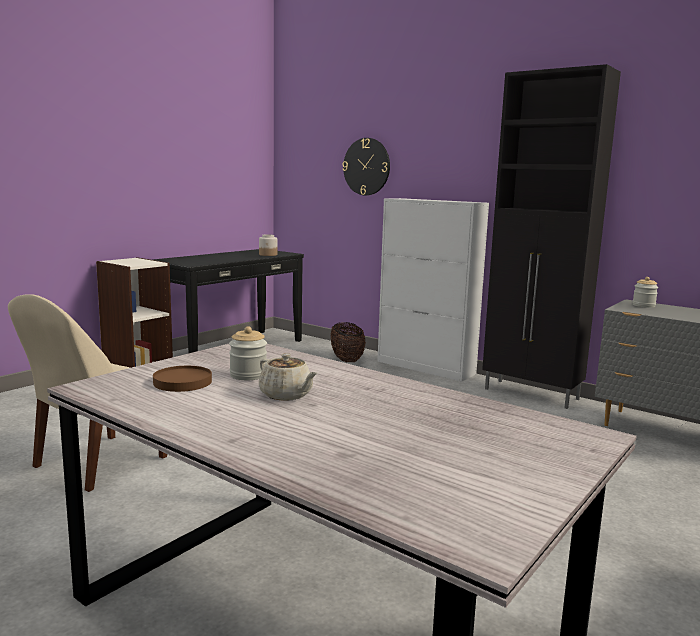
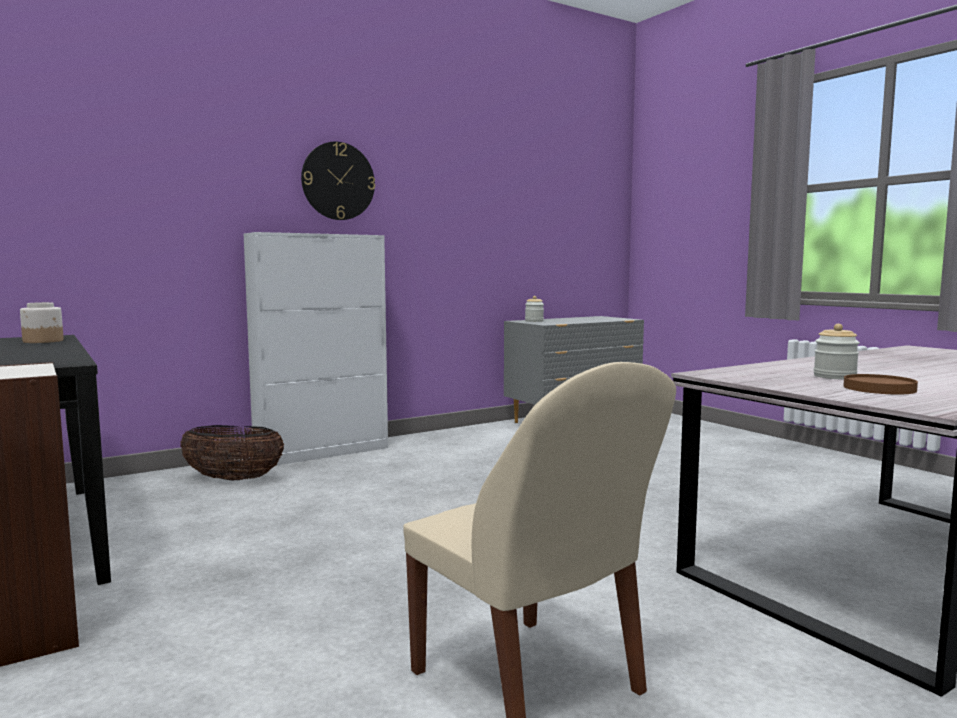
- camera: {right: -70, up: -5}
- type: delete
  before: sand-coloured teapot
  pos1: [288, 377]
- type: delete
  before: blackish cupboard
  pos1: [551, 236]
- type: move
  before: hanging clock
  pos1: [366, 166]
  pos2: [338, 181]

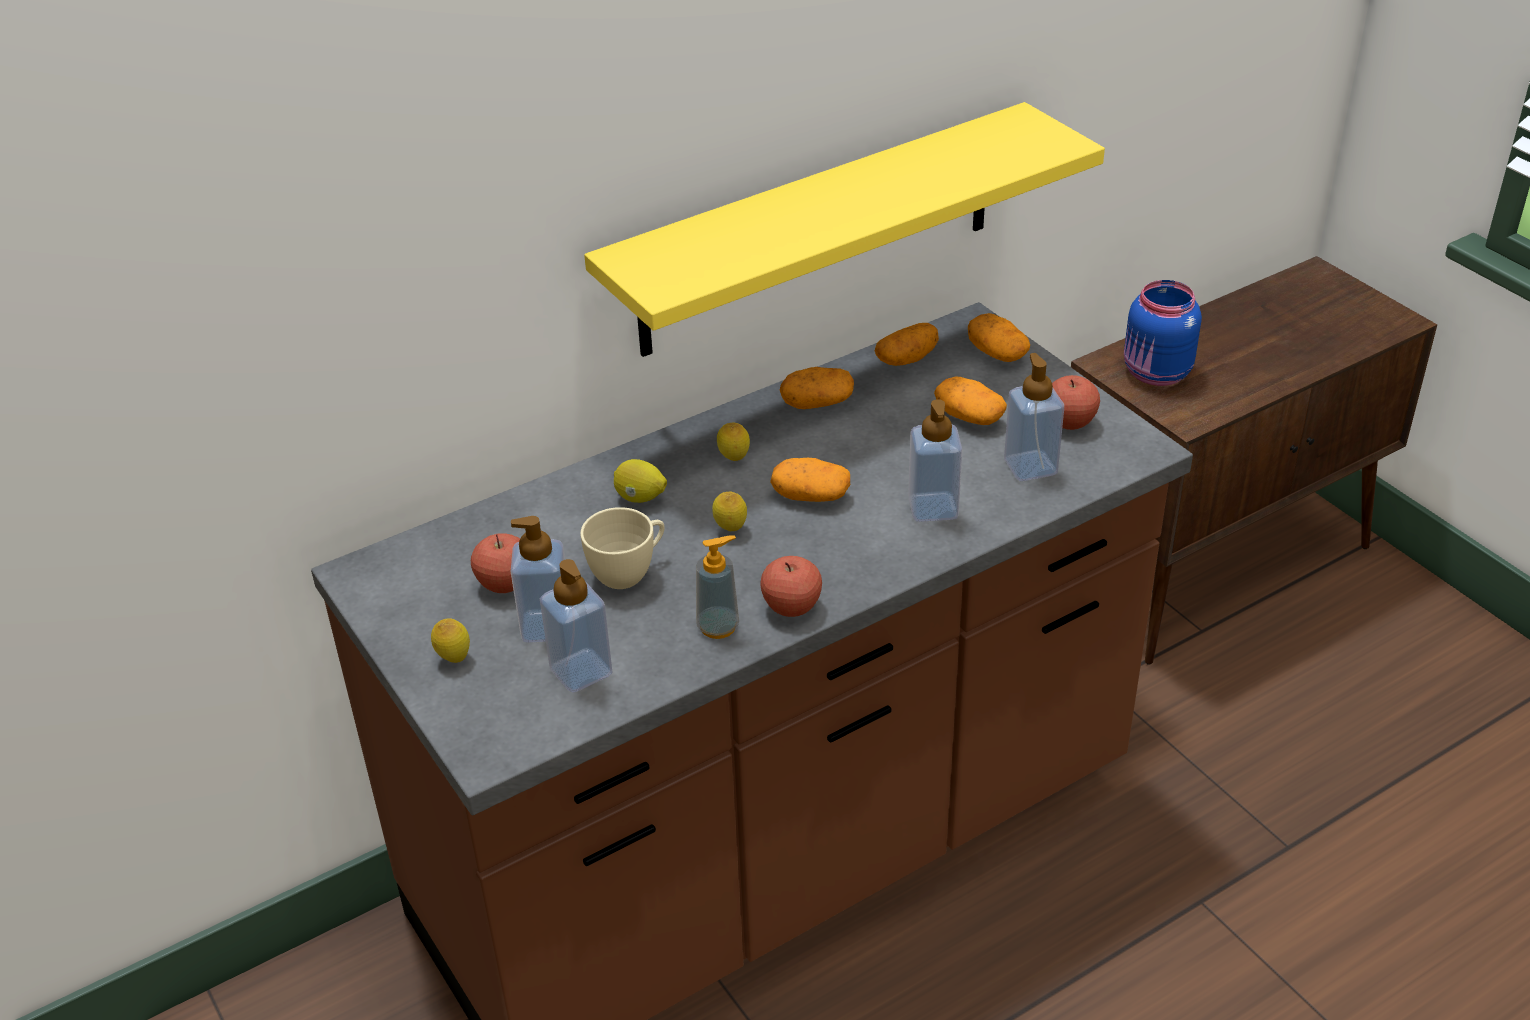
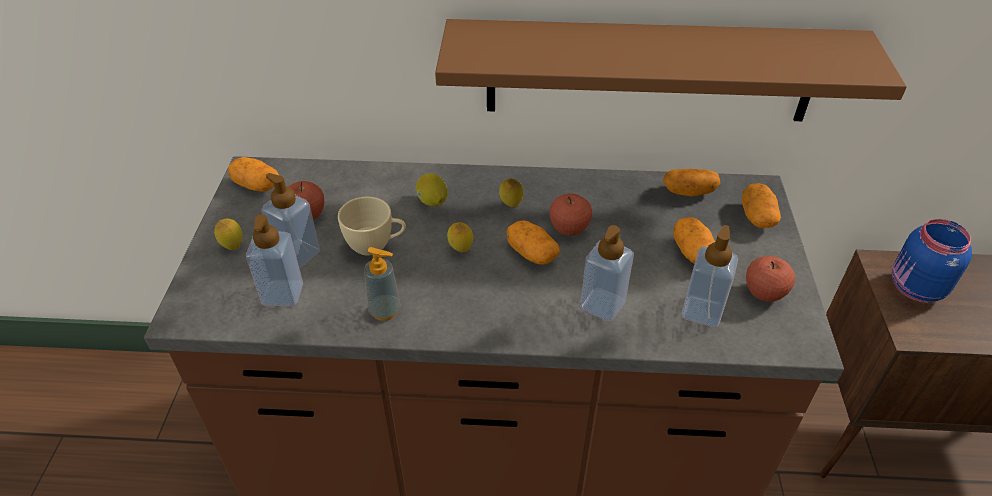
- camera: {right: 35, up: 5}
- type: move
  before: whole apple
  pos1: [791, 586]
  pos2: [570, 215]
- type: move
  before: whole potato
  pos1: [817, 388]
  pos2: [253, 174]
- type: recolor
  before: yellow-coloured wall shelf
  after: brown-coloured wall shelf
  pos1: [844, 229]
  pos2: [671, 70]

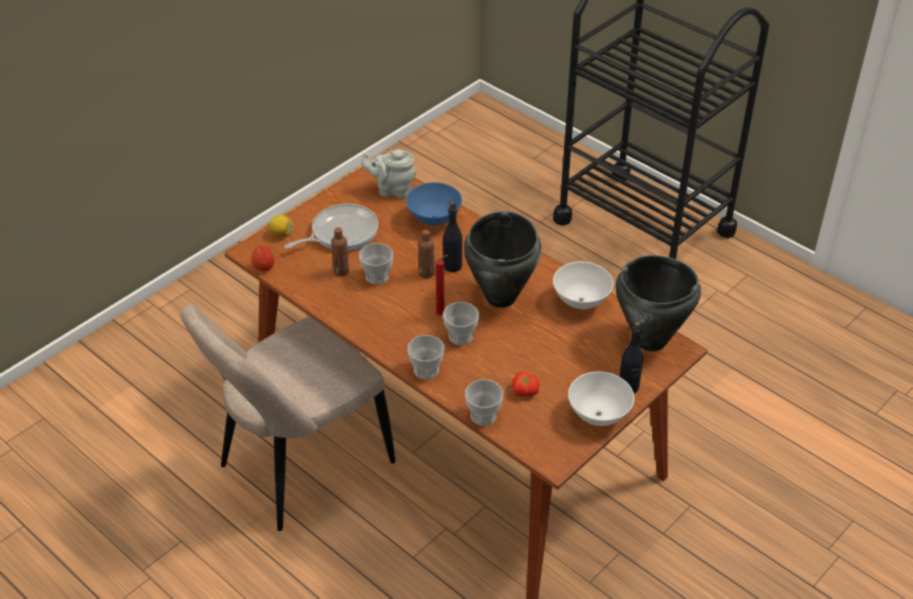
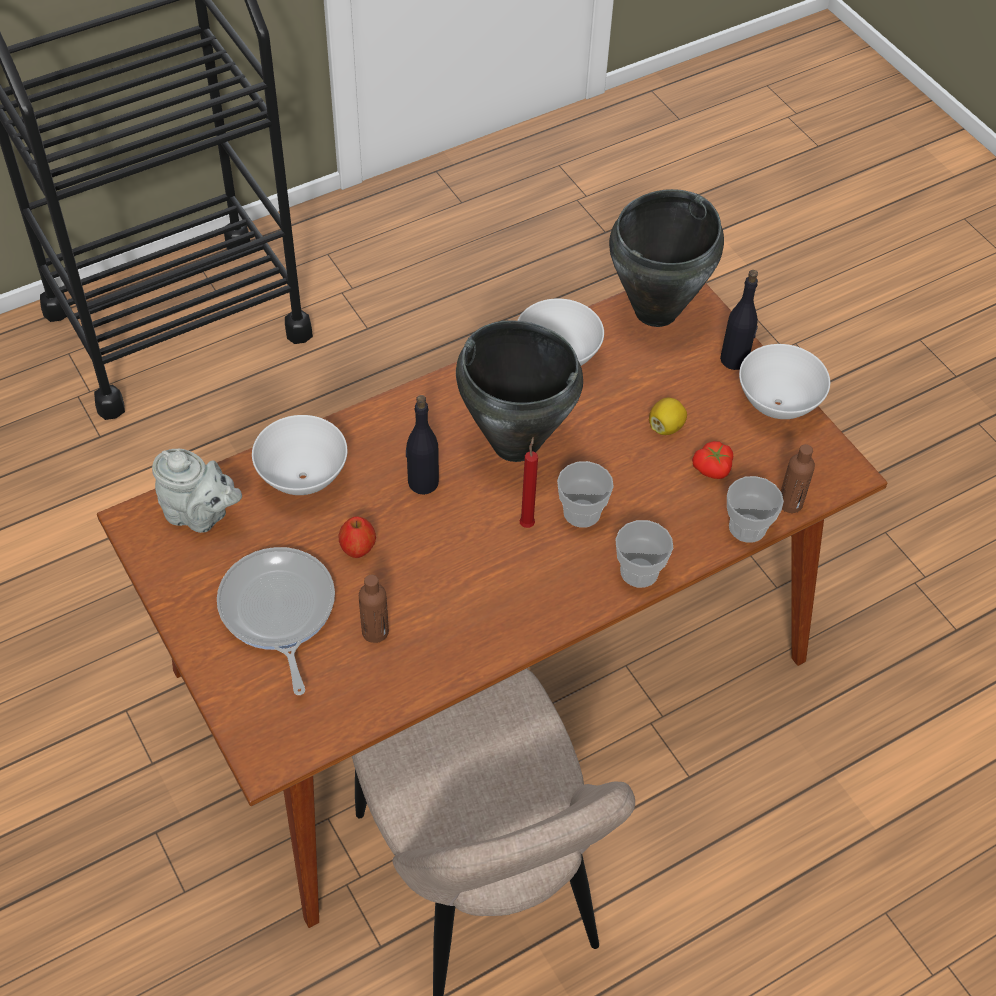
- camera: {right: -75, up: 10}
- type: delete
  before: drinking cup
  pos1: [376, 264]
- type: move
  before: whole apple
  pos1: [262, 258]
  pos2: [357, 537]
- type: move
  before: whole lemon
  pos1: [281, 226]
  pos2: [668, 416]
- type: move
  before: brown-coloured beverage bottle
  pos1: [426, 254]
  pos2: [798, 478]
- type: recolor
  before: blue-coloured deep dish
  after: whitish deep dish
  pos1: [434, 203]
  pos2: [299, 455]
- type: rotate
  before: gray teapot
  pos1: [388, 174]
  pos2: [197, 491]
  turn: -90

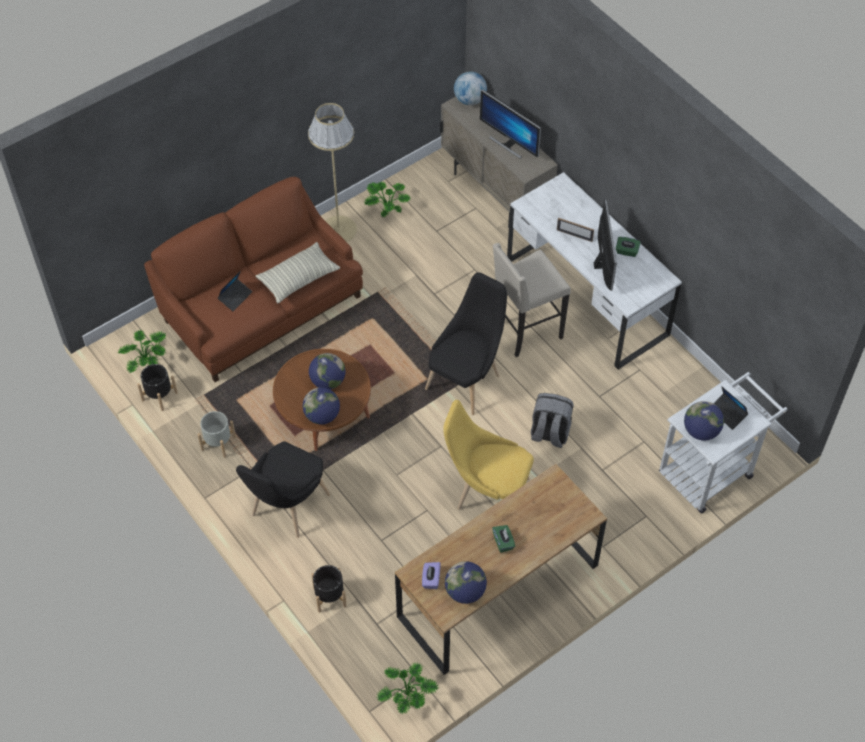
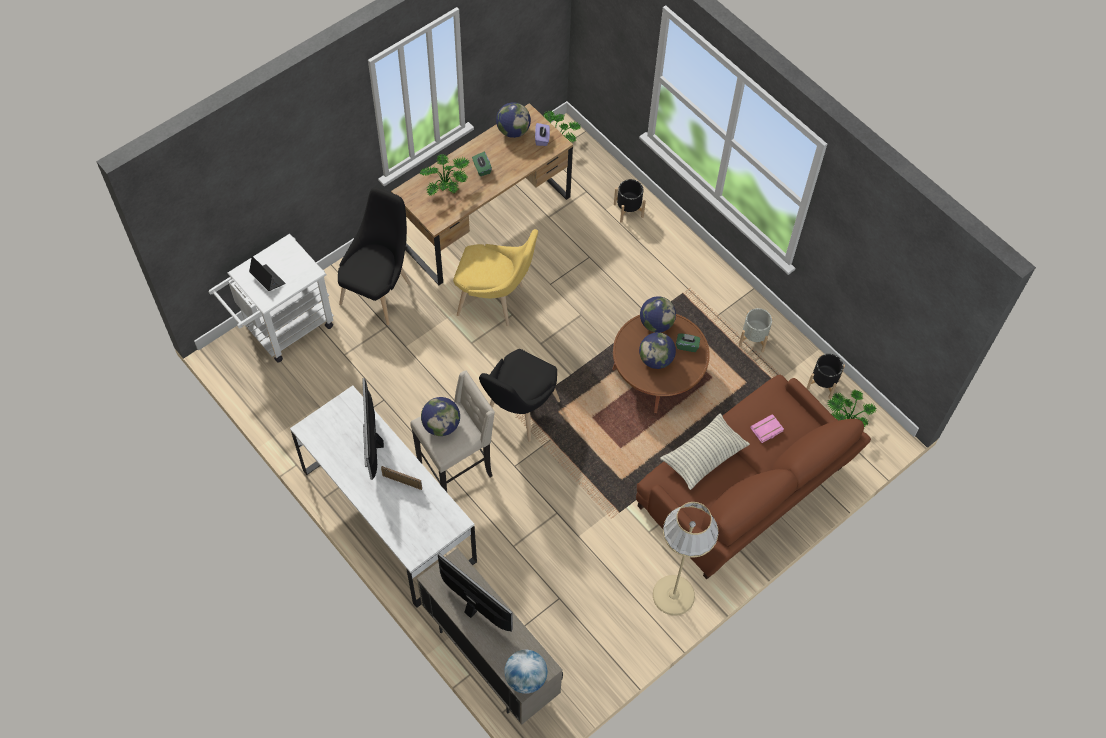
- camera: {right: 175, up: 5}
- type: delete
  before: gray backpack
  pos1: [552, 420]
- type: move
  before: blackish chair
  pos1: [283, 489]
  pos2: [374, 256]
- type: move
  before: houseplant
  pos1: [388, 199]
  pos2: [444, 175]
- type: move
  before: greenish tissue box
  pos1: [628, 247]
  pos2: [688, 343]
- type: move
  before: world globe
  pos1: [704, 421]
  pos2: [440, 416]
- type: replace
  before: notebook computer
  after: pink volume
  pos1: [235, 291]
  pos2: [767, 428]

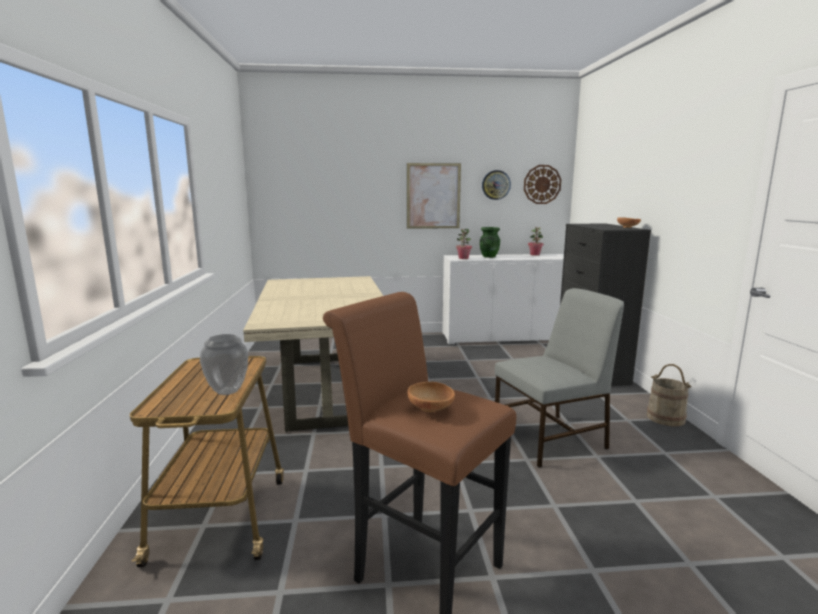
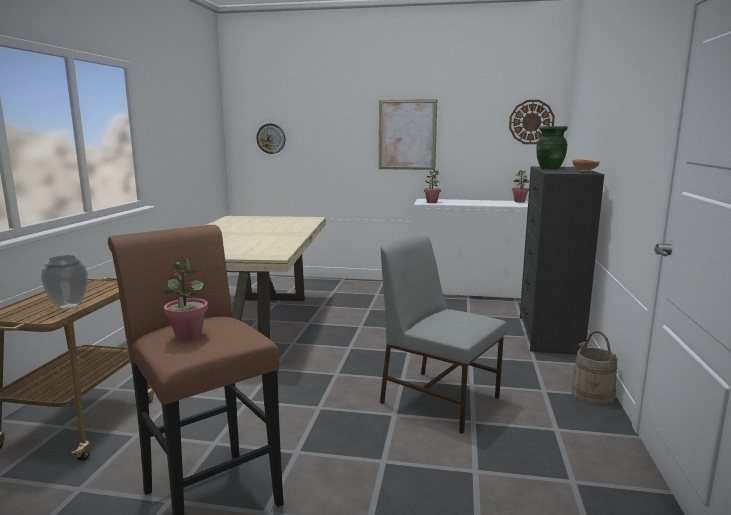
- camera: {right: 15, up: 0}
- type: move
  before: greenish vase
  pos1: [490, 242]
  pos2: [552, 147]
- type: move
  before: hanging clock
  pos1: [496, 185]
  pos2: [270, 139]
- type: replace
  before: brown-coloured deep dish
  after: houseplant
  pos1: [431, 397]
  pos2: [185, 299]
- type: rotate
  before: gray chair
  pos1: [559, 378]
  pos2: [443, 334]
  turn: -135

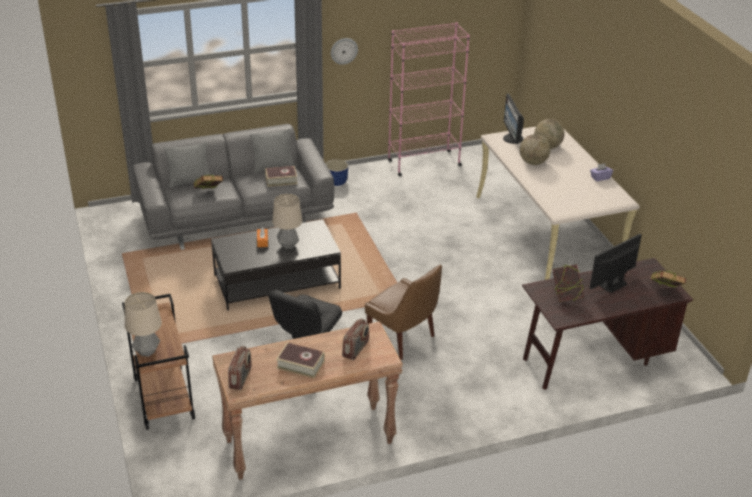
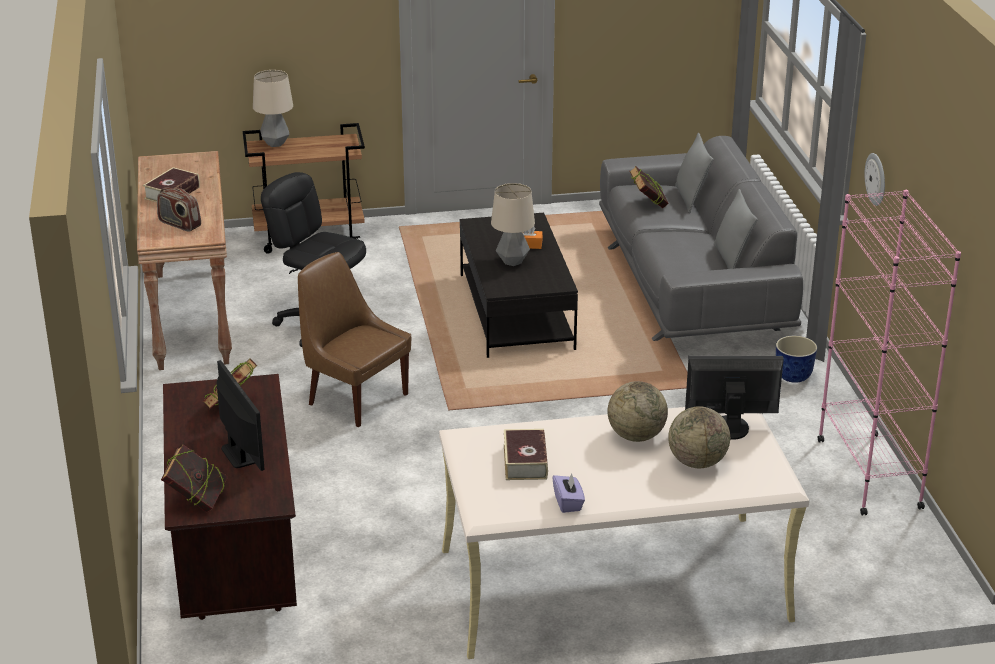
- camera: {right: 100, up: -5}
- type: delete
  before: radio set
  pos1: [240, 368]
- type: move
  before: volume
  pos1: [281, 176]
  pos2: [526, 454]
- type: rotate
  before: brown-coloured chair
  pos1: [403, 312]
  pos2: [354, 339]
  turn: 75

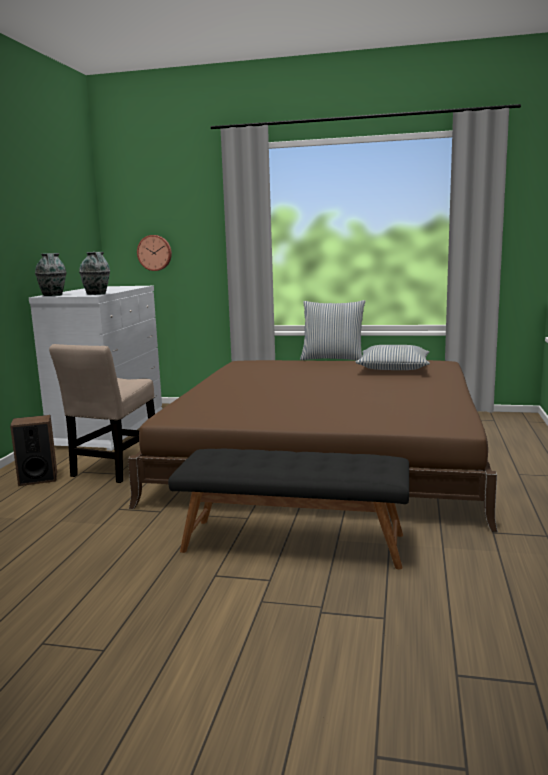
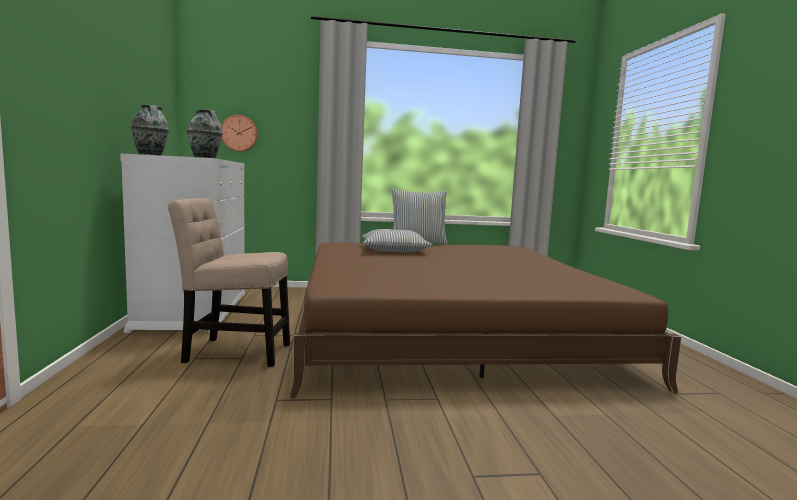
- camera: {right: -20, up: -5}
- type: delete
  before: speaker
  pos1: [33, 450]
- type: delete
  before: blackish bench
  pos1: [288, 509]
- type: move
  before: cushion
  pos1: [392, 357]
  pos2: [397, 240]
- type: rotate
  before: sand-coloured chair
  pos1: [102, 413]
  pos2: [229, 282]
  turn: 90

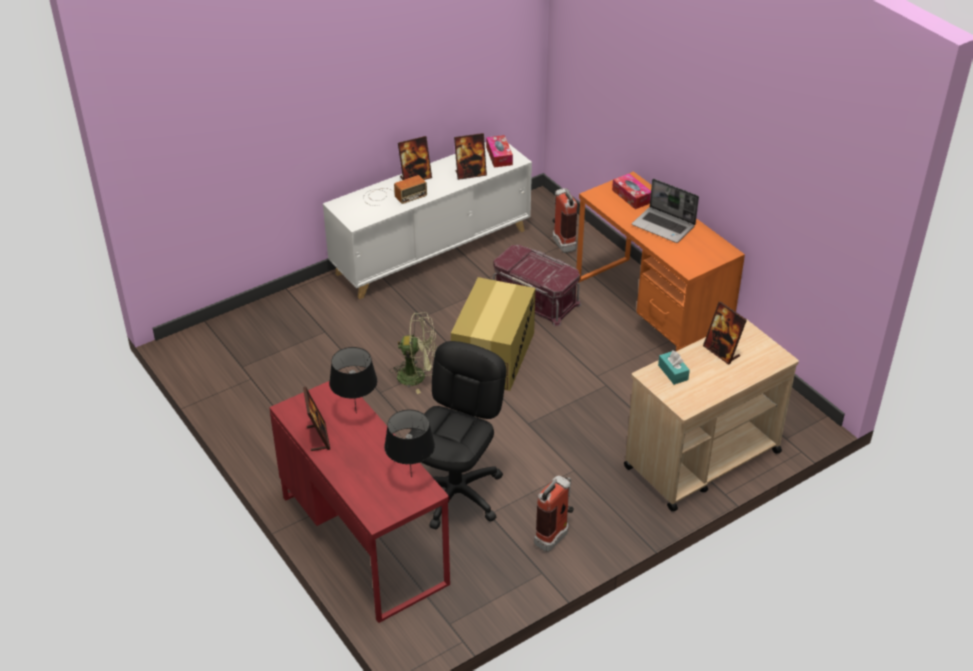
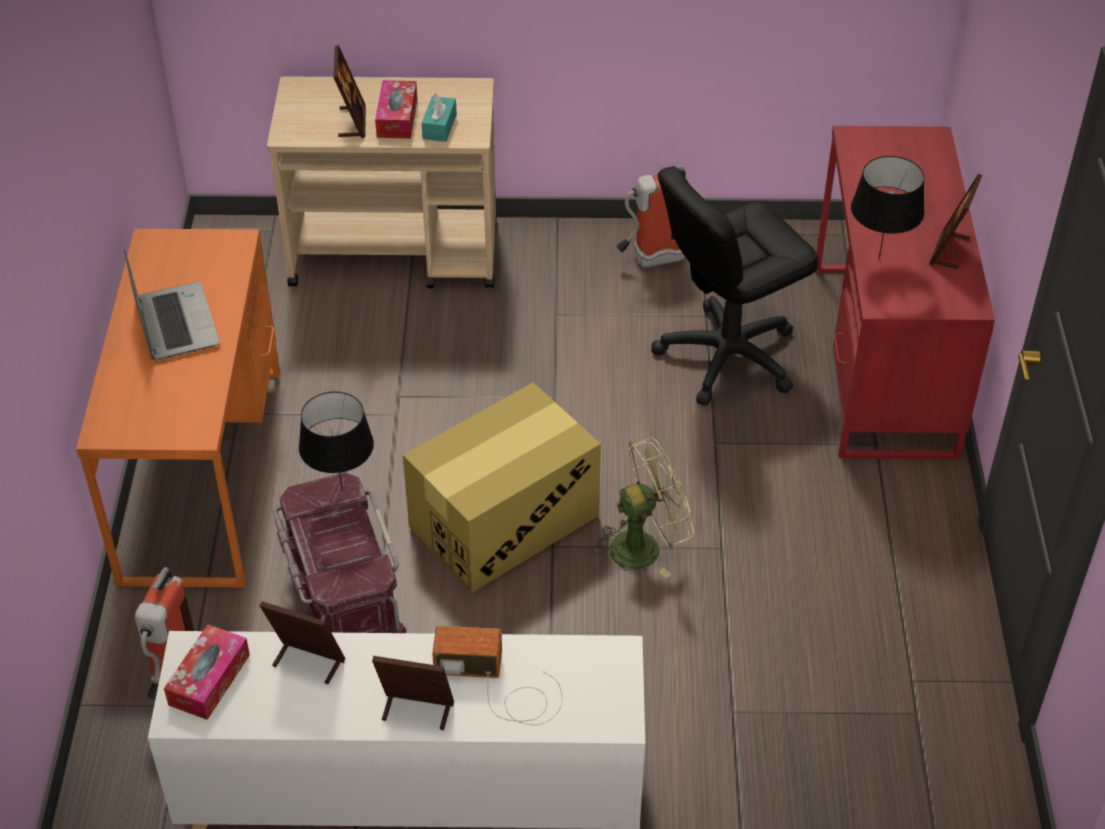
- camera: {right: -145, up: 5}
- type: move
  before: blackish lamp for a table
  pos1: [409, 444]
  pos2: [336, 440]
- type: move
  before: tissue box
  pos1: [631, 191]
  pos2: [396, 109]
- type: rotate
  before: greenish fan
  pos1: [413, 353]
  pos2: [643, 507]
  turn: 120

